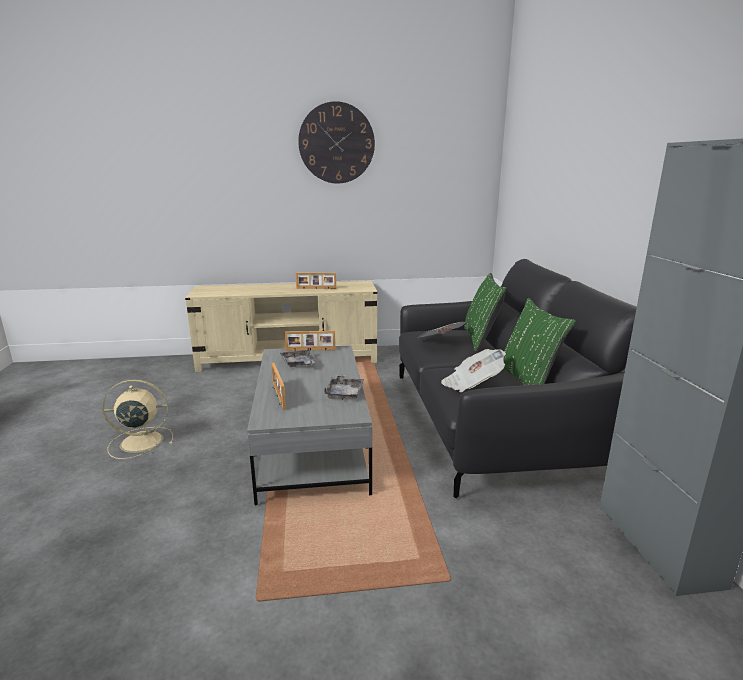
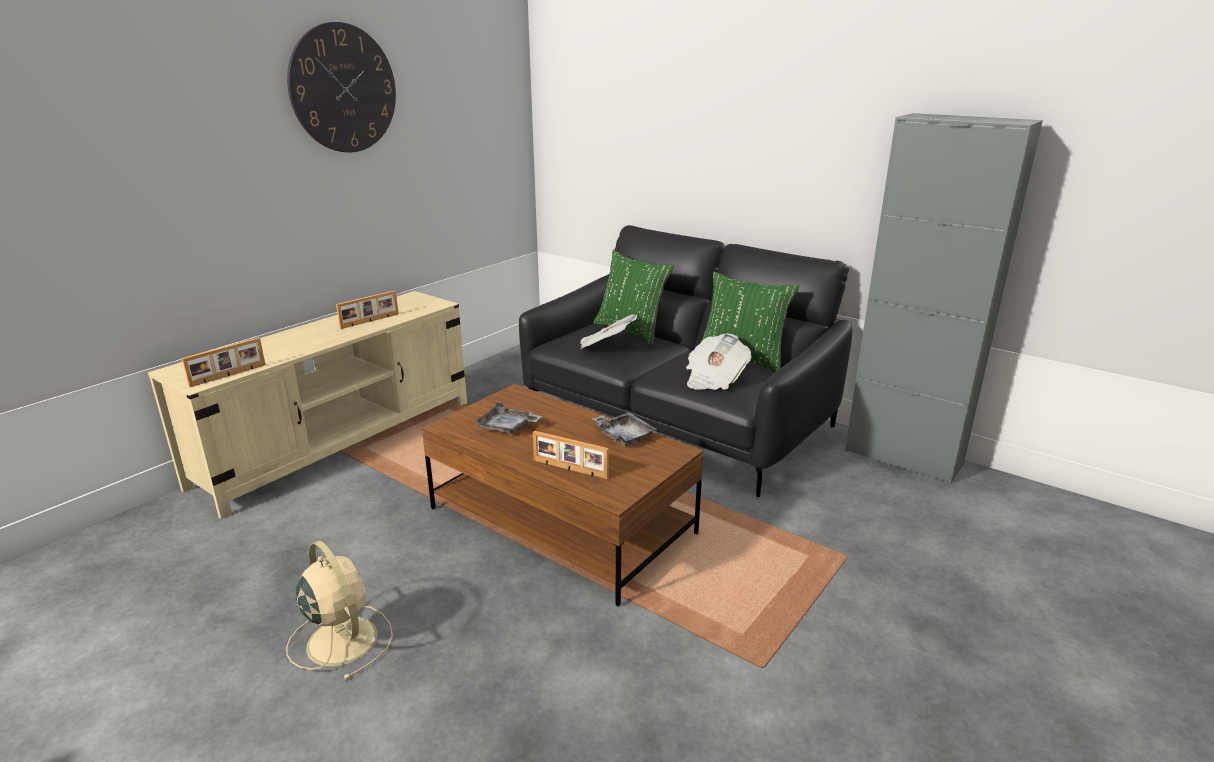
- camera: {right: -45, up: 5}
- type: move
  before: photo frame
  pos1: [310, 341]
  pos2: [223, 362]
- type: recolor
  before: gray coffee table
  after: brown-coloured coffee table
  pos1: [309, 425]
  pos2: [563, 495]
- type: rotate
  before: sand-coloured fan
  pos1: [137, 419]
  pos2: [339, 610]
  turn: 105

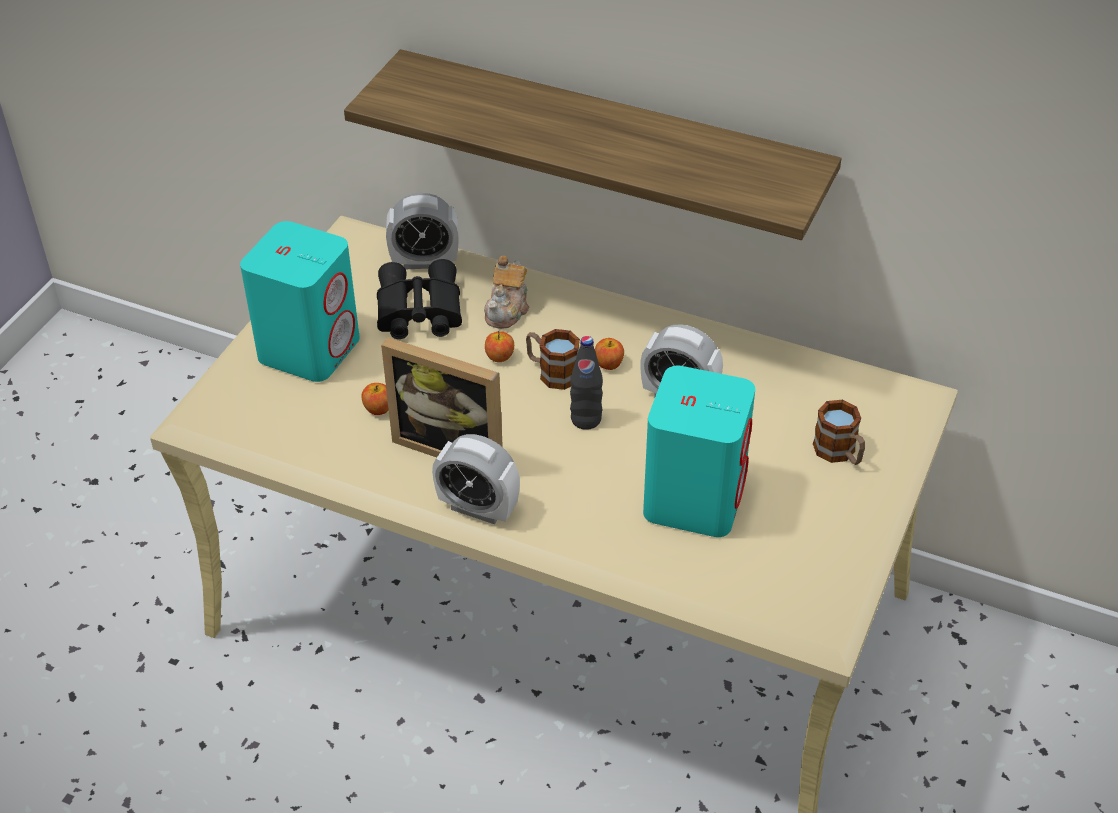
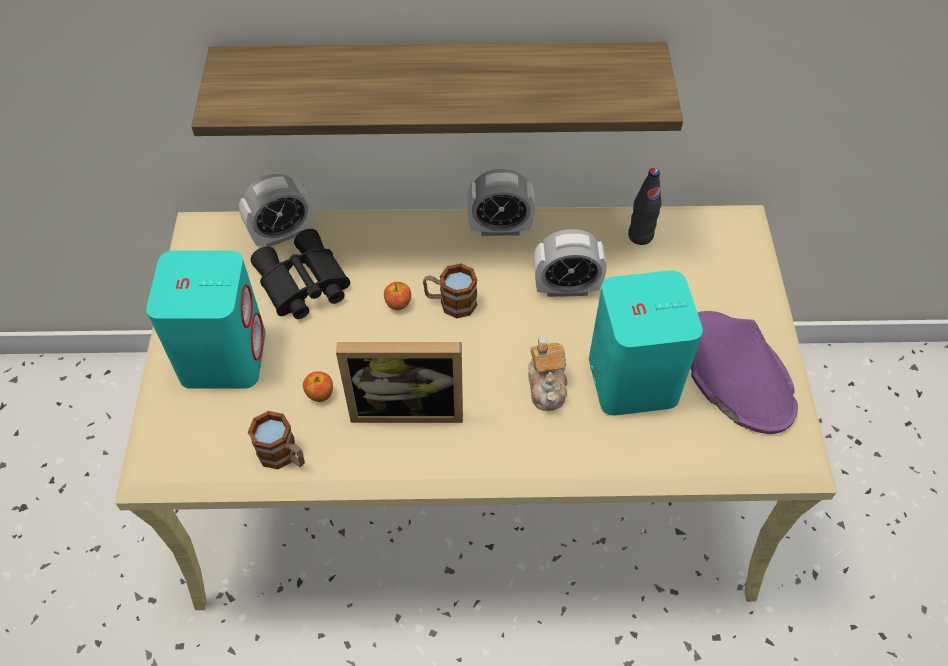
- camera: {right: -25, up: 10}
- type: delete
  before: whole apple
  pos1: [609, 354]
- type: insert
  after: purple-coloured clothing hat
  pos2: [744, 372]
- type: move
  before: table clock
  pos1: [476, 479]
  pos2: [501, 202]
- type: move
  before: teapot
  pos1: [506, 292]
  pos2: [547, 373]
- type: move
  before: blackish beverage bottle
  pos1: [586, 383]
  pos2: [644, 206]
- type: move
  before: mug
  pos1: [839, 432]
  pos2: [276, 440]

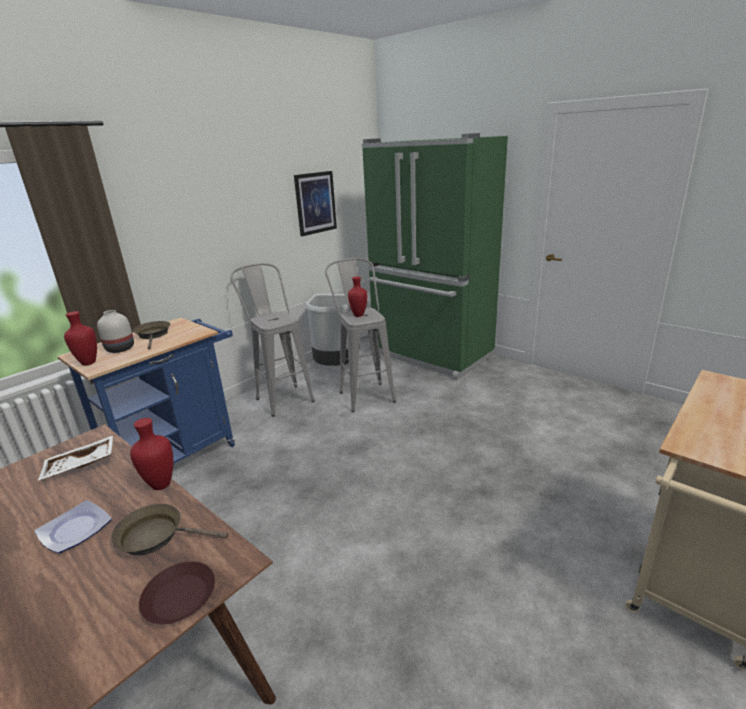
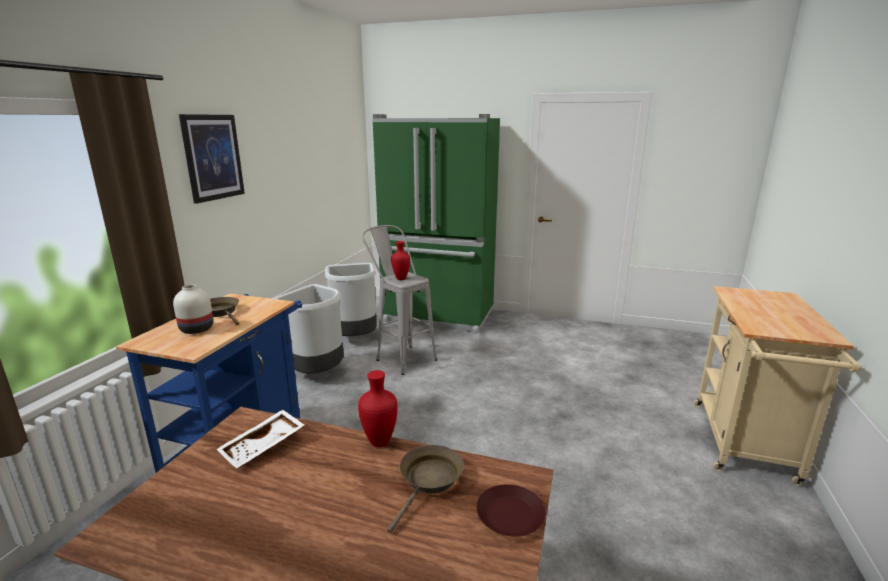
- camera: {right: -25, up: -5}
- type: delete
  before: dinner plate
  pos1: [73, 526]
- type: delete
  before: reddish vase
  pos1: [80, 338]
- type: move
  before: wall art
  pos1: [315, 203]
  pos2: [212, 159]
- type: replace
  before: gray stool seat
  after: gray rubbish bin
  pos1: [272, 339]
  pos2: [309, 329]
- type: rotate
  before: brown-coloured skillet
  pos1: [169, 530]
  pos2: [425, 489]
  turn: 135

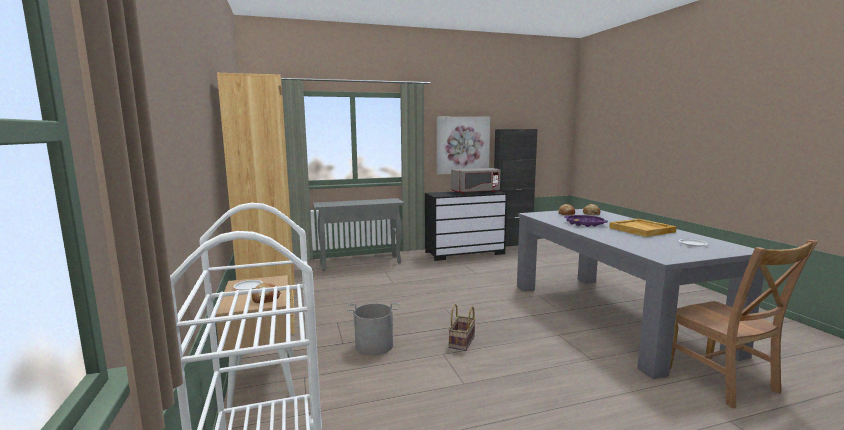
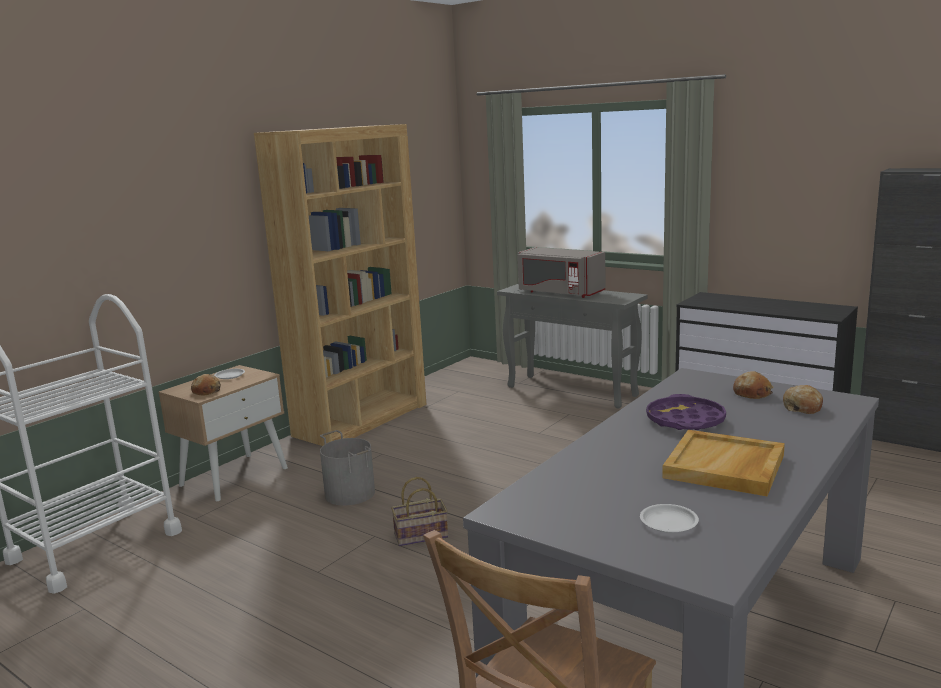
- camera: {right: 55, up: 5}
- type: delete
  before: wall art
  pos1: [463, 146]
- type: move
  before: gray microwave oven
  pos1: [476, 181]
  pos2: [561, 272]

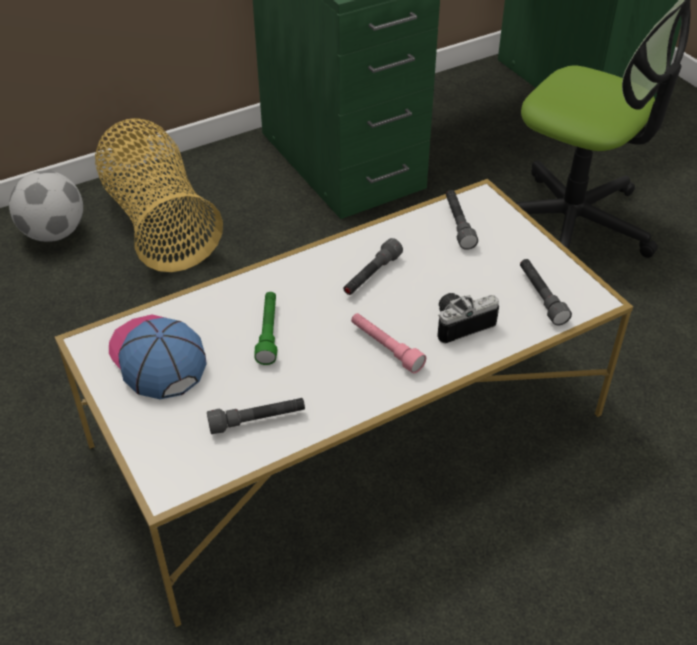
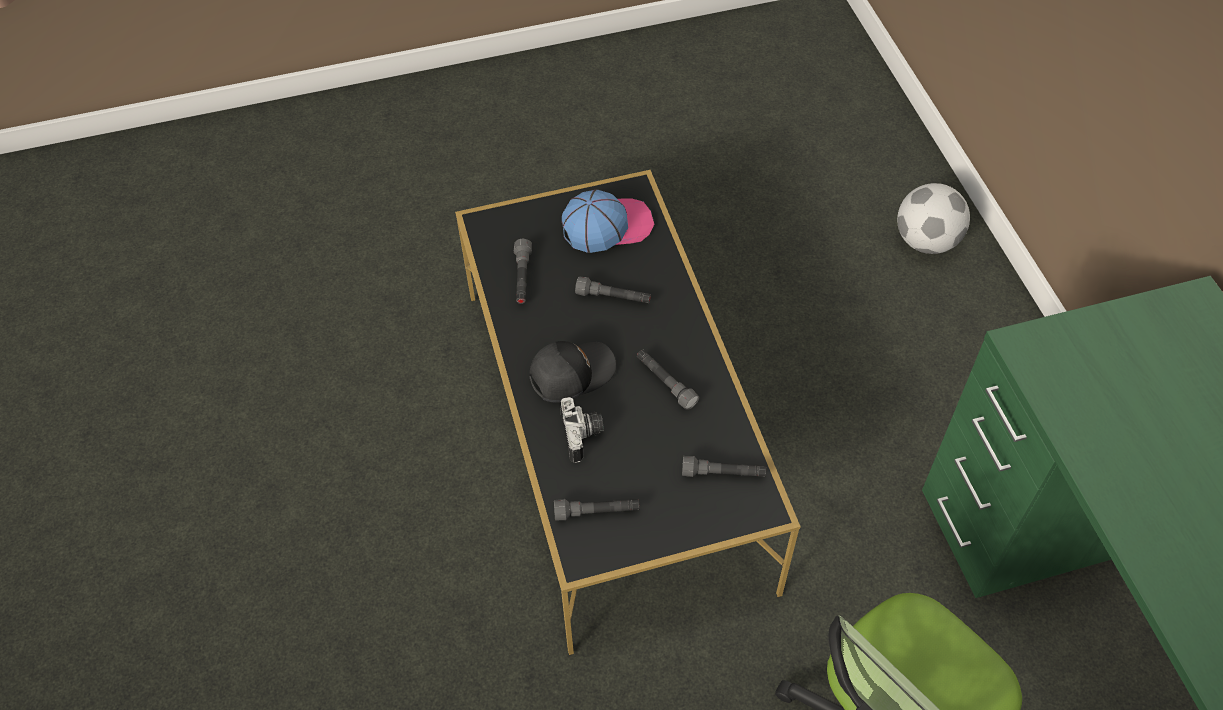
- camera: {right: 105, up: 10}
- type: delete
  before: basket
  pos1: [159, 195]
- type: replace
  before: pink flashlight
  after: blackish baseball cap
  pos1: [388, 343]
  pos2: [572, 372]
- type: recolor
  before: whitish coffee table
  after: blackish coffee table
  pos1: [344, 403]
  pos2: [628, 412]
- type: recolor
  before: greenish flashlight
  after: gray flashlight
  pos1: [265, 328]
  pos2: [613, 289]

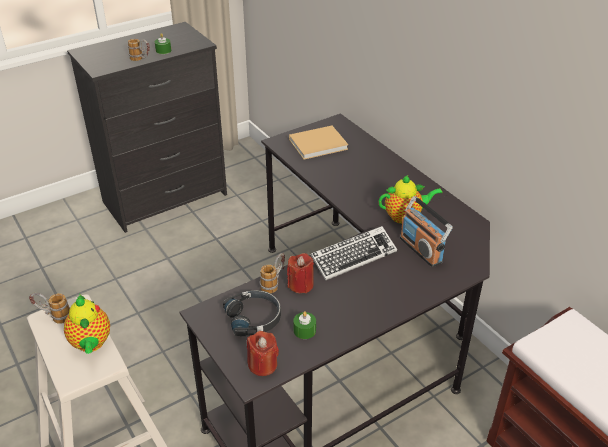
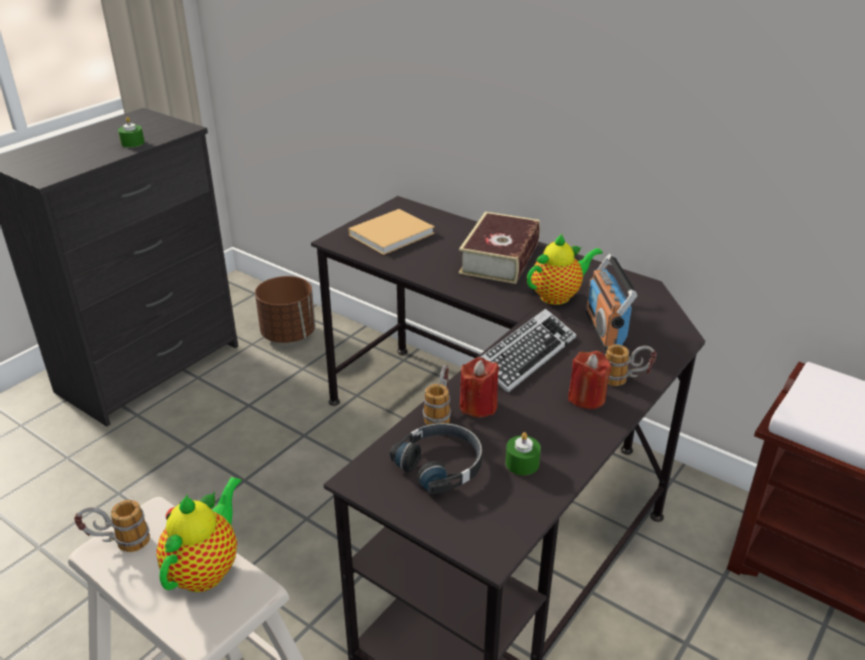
- camera: {right: -20, up: -5}
- type: insert
  after: brown-coloured flower pot
  pos2: [285, 309]
- type: insert
  after: volume
  pos2: [499, 248]
- type: move
  before: mug
  pos1: [139, 50]
  pos2: [631, 365]
- type: move
  before: reddish candle
  pos1: [263, 353]
  pos2: [589, 380]
- type: rotate
  before: teapot
  pos1: [87, 324]
  pos2: [199, 534]
  turn: -120
- type: rotate
  before: radio set
  pos1: [426, 231]
  pos2: [611, 302]
  turn: 45

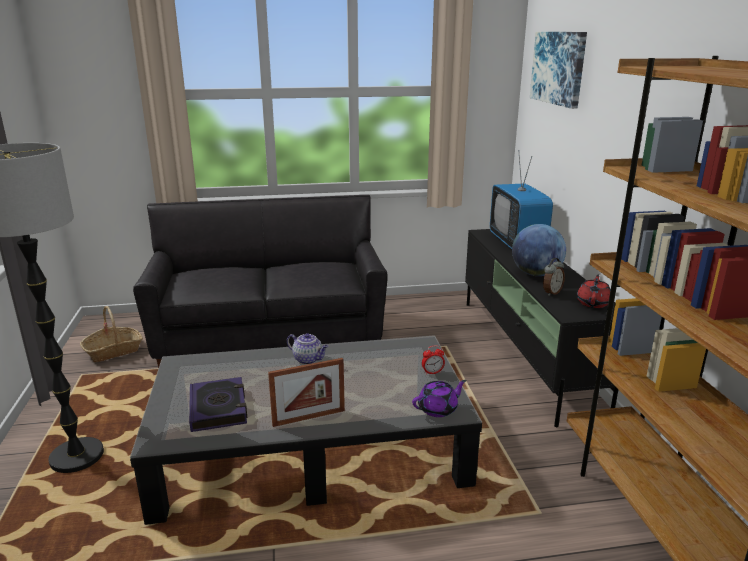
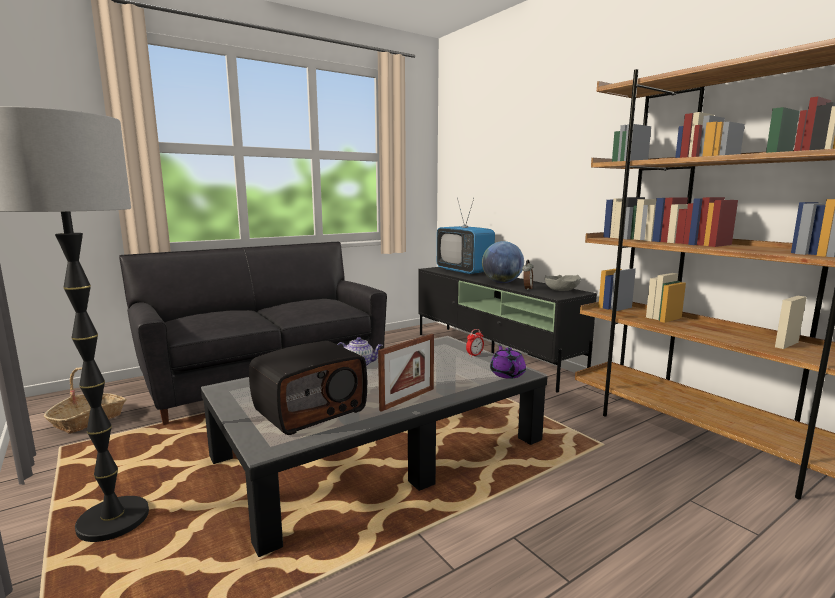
- camera: {right: -25, up: -10}
- type: delete
  before: wall art
  pos1: [558, 70]
- type: replace
  before: volume
  after: radio set
  pos1: [218, 404]
  pos2: [308, 388]
- type: replace
  before: reddish teapot
  after: gray deep dish
  pos1: [594, 291]
  pos2: [563, 283]
- type: rotate
  before: purple-coloured teapot
  pos1: [439, 398]
  pos2: [508, 361]
  turn: -45

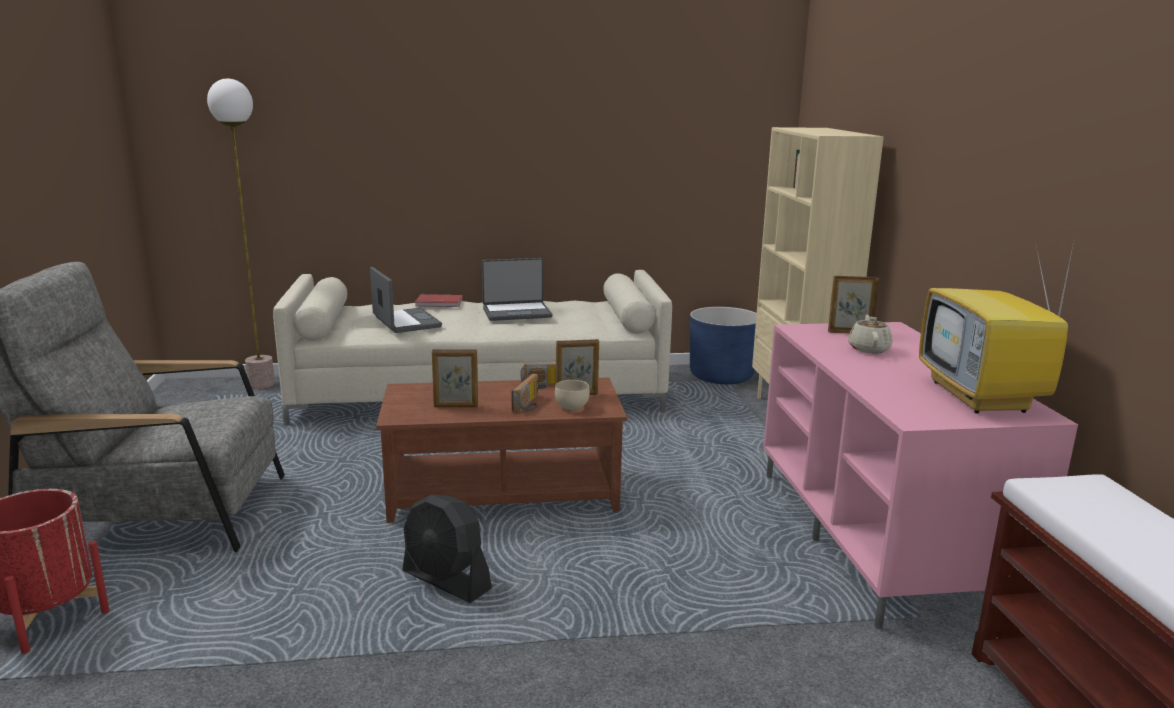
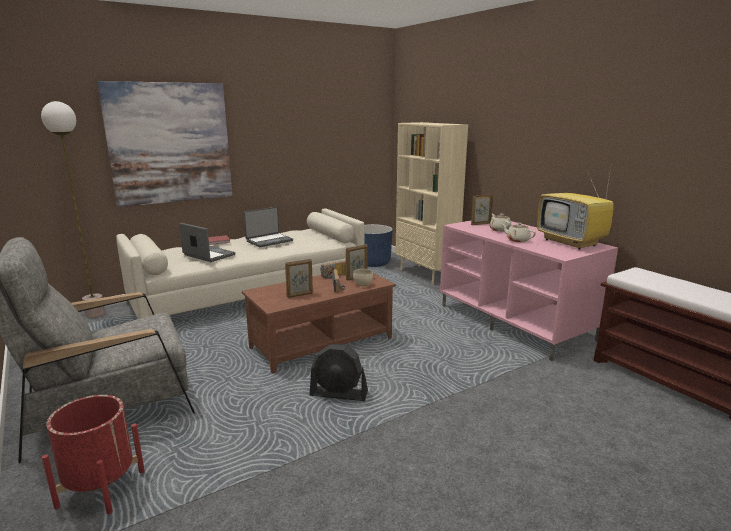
- camera: {right: -25, up: 0}
- type: insert
  after: wall art
  pos2: [164, 144]
- type: insert
  after: sand-coloured teapot
  pos2: [519, 232]

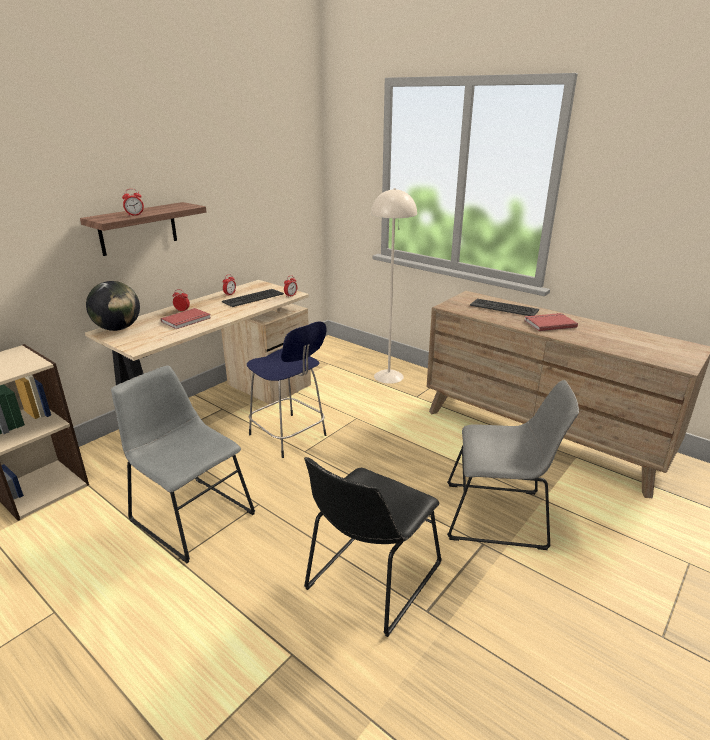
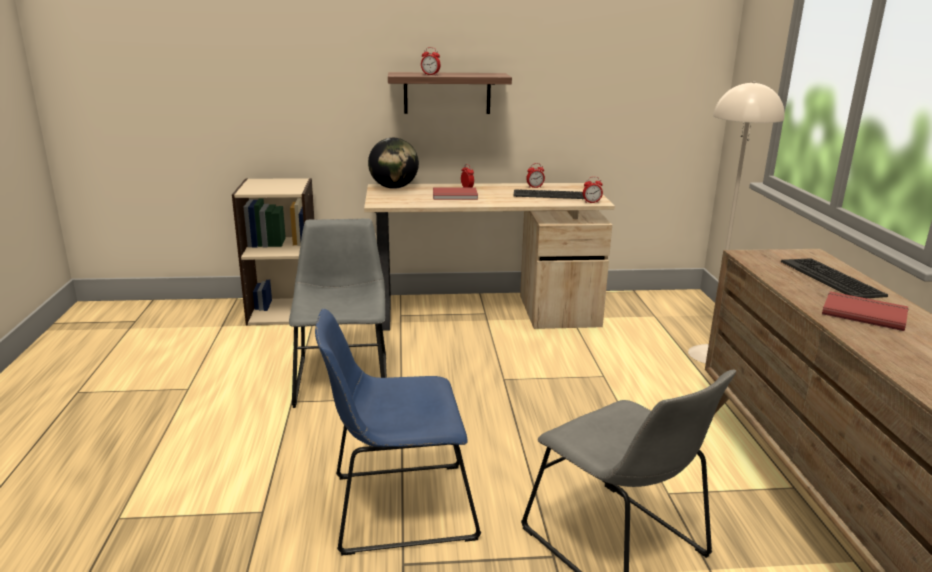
- camera: {right: 45, up: -5}
- type: delete
  before: blue-coloured stool seat
  pos1: [287, 389]
- type: recolor
  before: blackish chair
  after: blue-coloured chair
  pos1: [373, 547]
  pos2: [398, 432]

